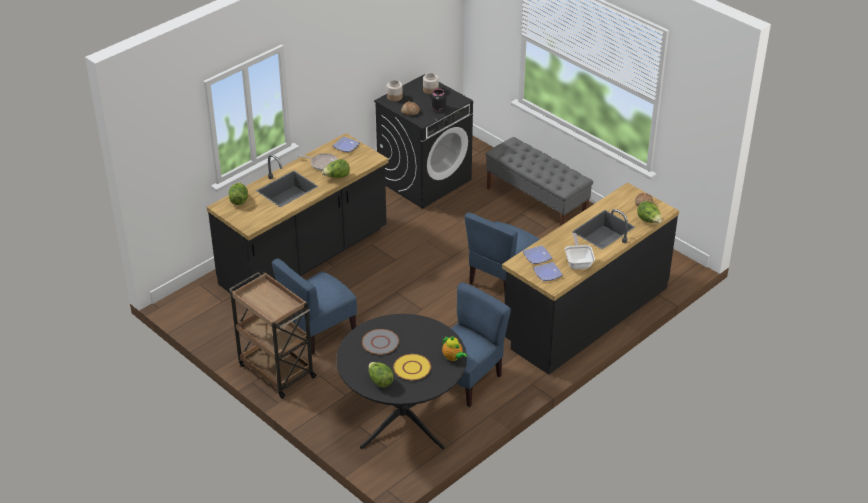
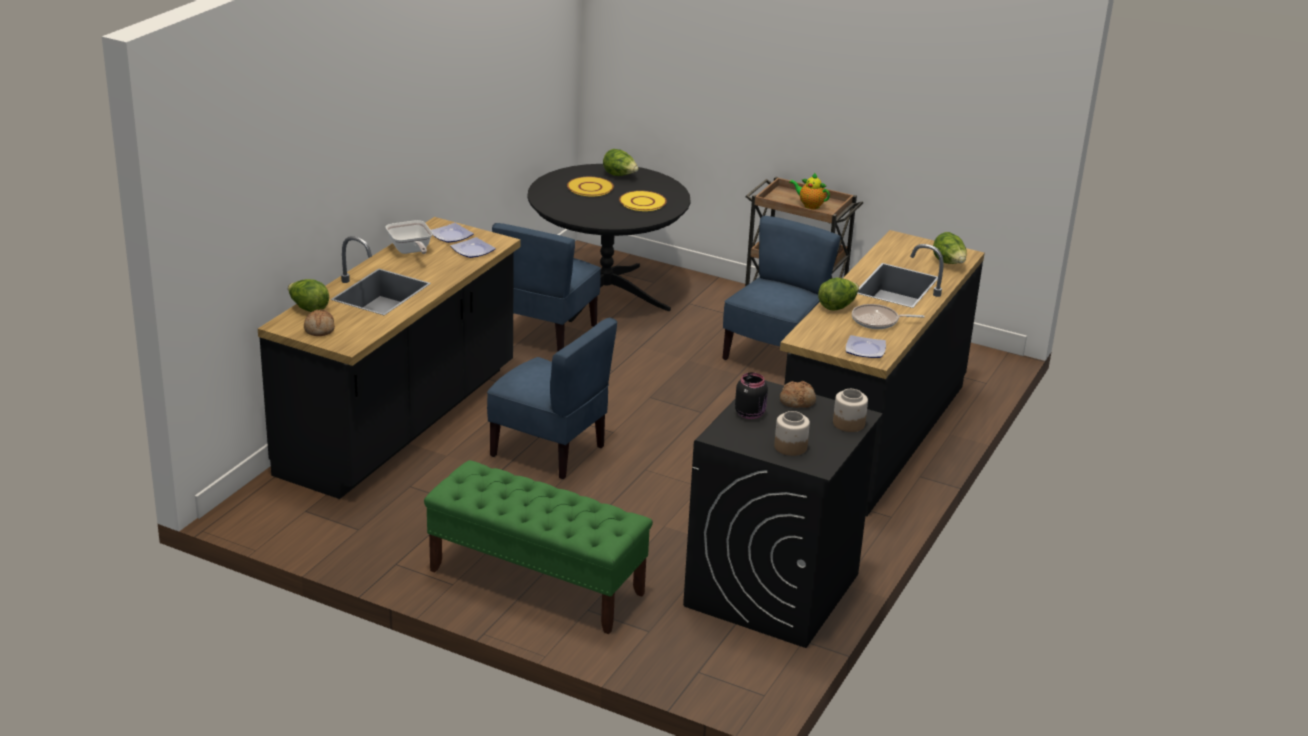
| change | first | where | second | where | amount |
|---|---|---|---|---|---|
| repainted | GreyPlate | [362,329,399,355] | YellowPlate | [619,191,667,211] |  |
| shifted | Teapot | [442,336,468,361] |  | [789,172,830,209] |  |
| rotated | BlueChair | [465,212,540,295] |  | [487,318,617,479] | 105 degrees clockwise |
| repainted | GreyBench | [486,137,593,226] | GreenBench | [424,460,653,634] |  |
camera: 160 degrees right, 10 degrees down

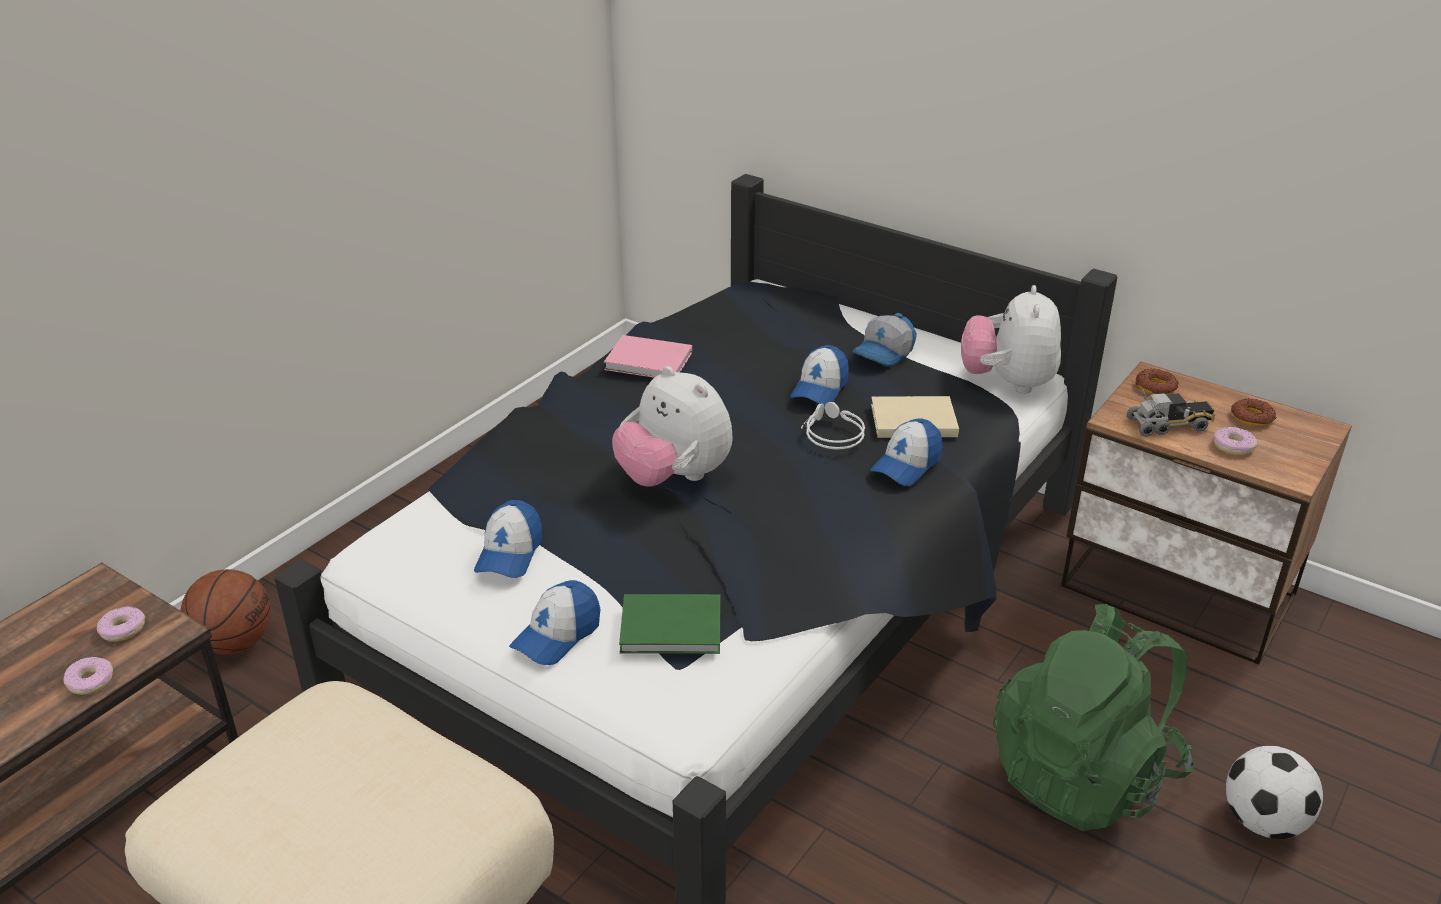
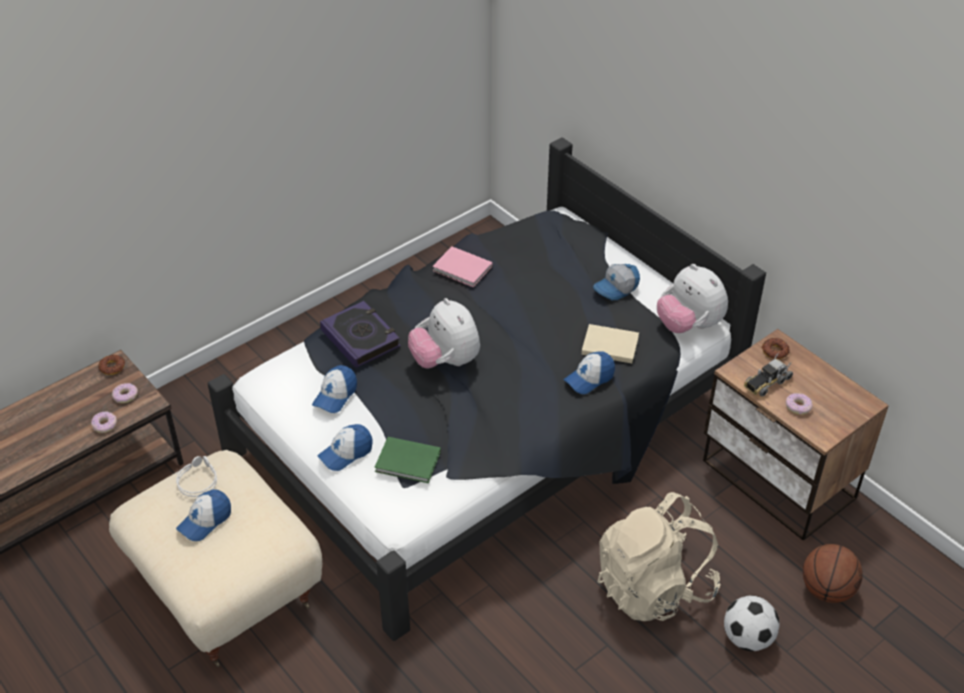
| change | first | where | second | where | amount |
|---|---|---|---|---|---|
| shifted | Basketball | [181,569,271,655] |  | [803,544,863,603] |  |
| shifted | Cap | [790,345,849,406] |  | [176,489,231,541] |  |
| shifted | GreyHeadphones | [801,402,865,450] |  | [176,456,217,497] |  |
| rotated | PlushToy | [961,285,1061,394] |  | [657,264,728,333] | 60 degrees counterclockwise |
| repainted | GreenBackpack | [994,604,1194,831] | BeigeBackpack | [598,492,721,621] |  |
| rotated | ToyTruck | [1127,390,1215,437] |  | [744,353,793,396] | 135 degrees clockwise |
| shifted | Donut | [1231,398,1277,427] |  | [98,355,125,375] |  |
| new |  |  | Book | [320,301,401,368] |  |
camera: 15 degrees right, 10 degrees up

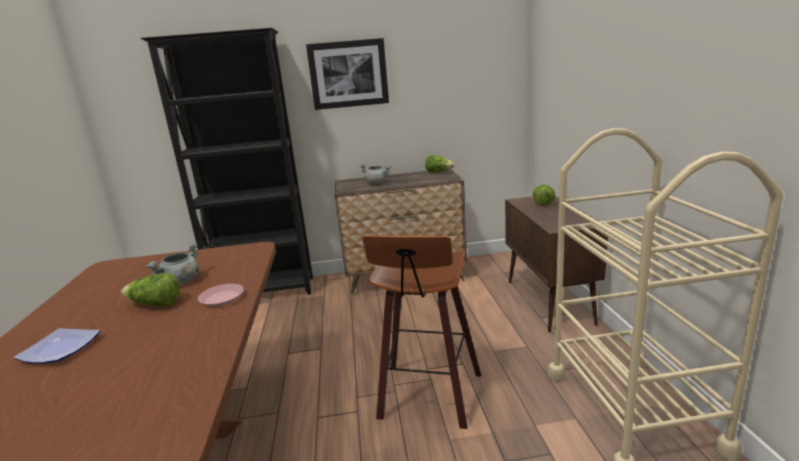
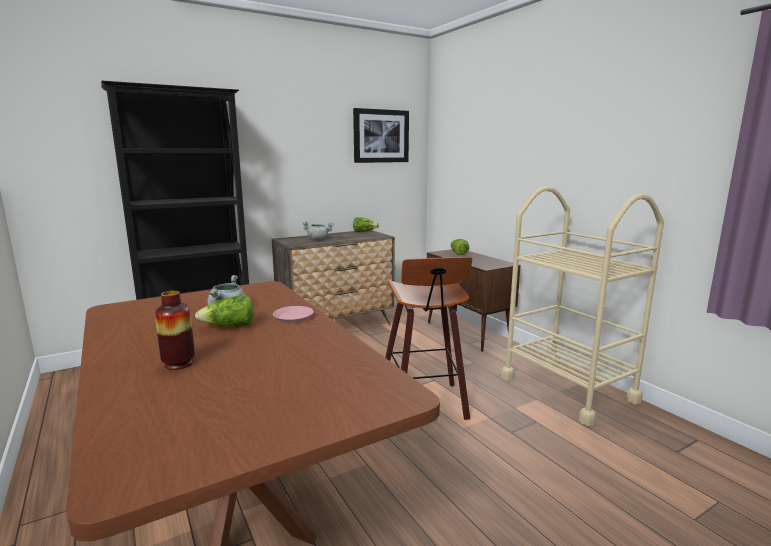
| change | first | where | second | where | amount |
|---|---|---|---|---|---|
| swapped | Plate | [13,328,100,364] | Vase | [155,291,195,370] |  |
| shifted | Picture | [306,38,389,110] |  | [353,108,409,163] |  |
camera: 25 degrees left, 5 degrees down

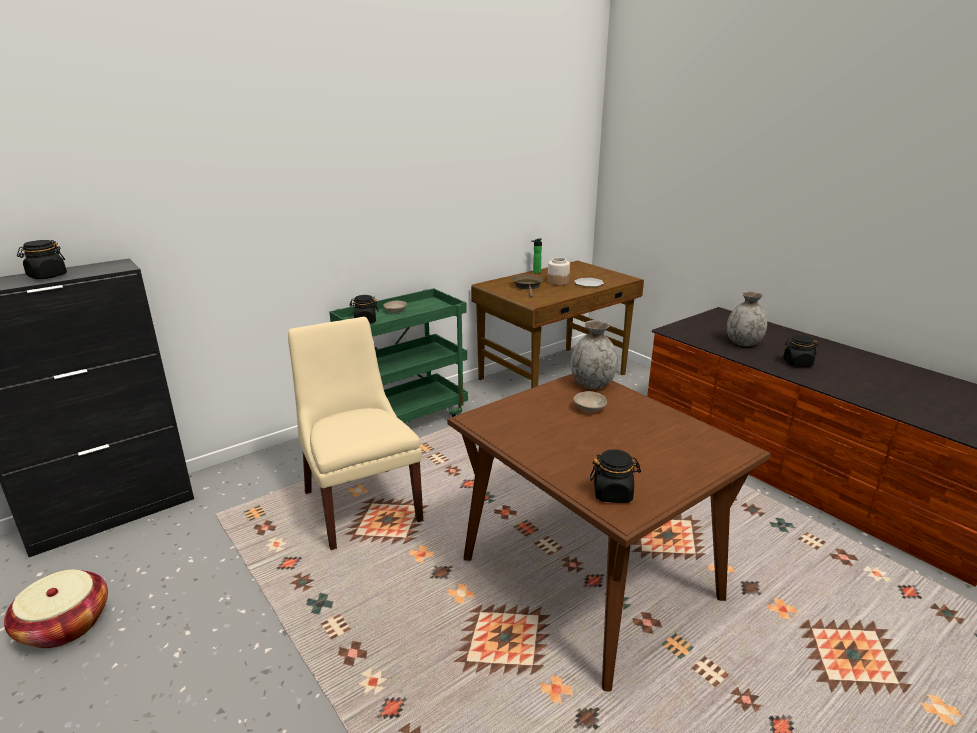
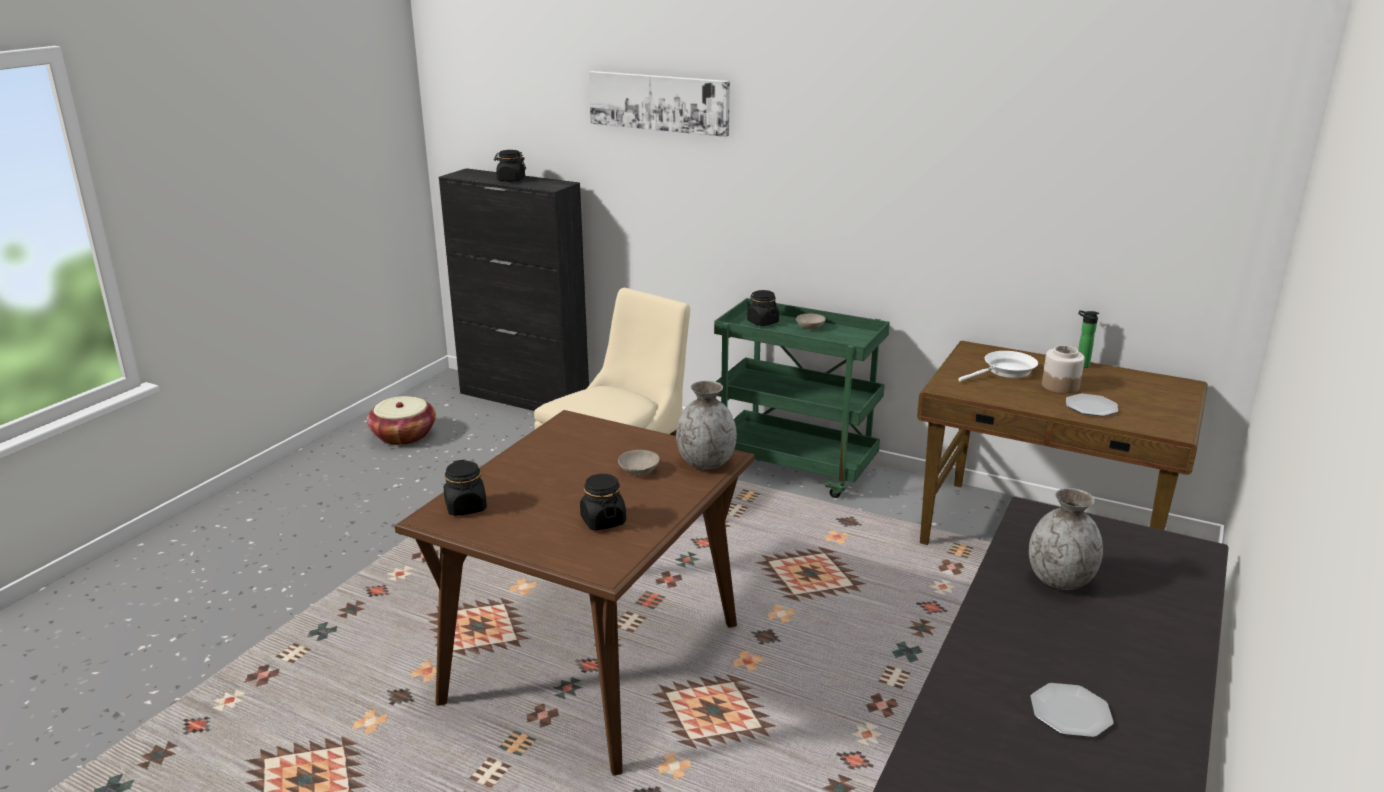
| change | first | where | second | where | amount |
|---|---|---|---|---|---|
| repainted | BrownFryingPan | [512,274,544,298] | WhiteFryingPan | [958,351,1038,381] |  |
| shifted | BlackJar | [783,335,817,367] |  | [580,474,626,531] |  |
| new |  |  | Picture | [589,71,730,137] |  |
| new |  |  | Plate | [1030,683,1114,738] |  |
camera: 65 degrees right, 0 degrees up

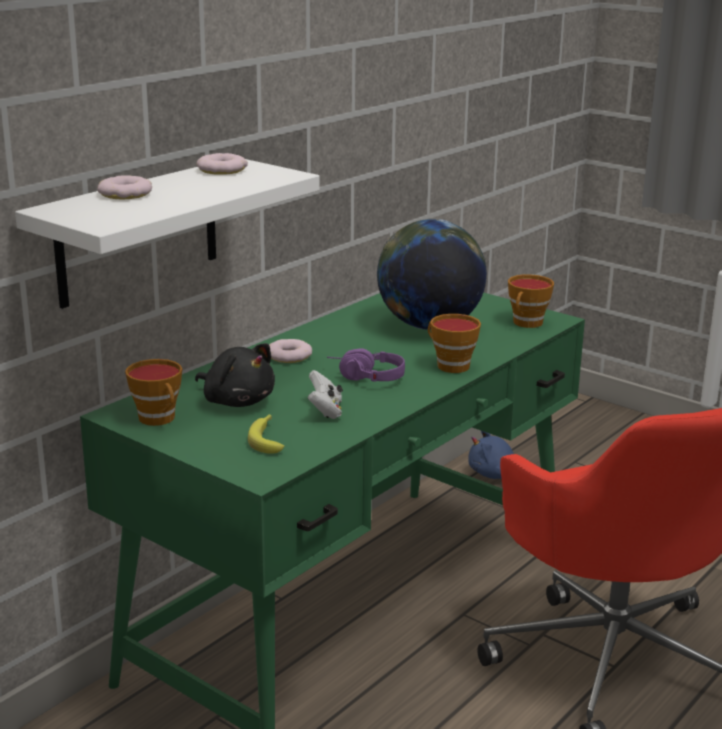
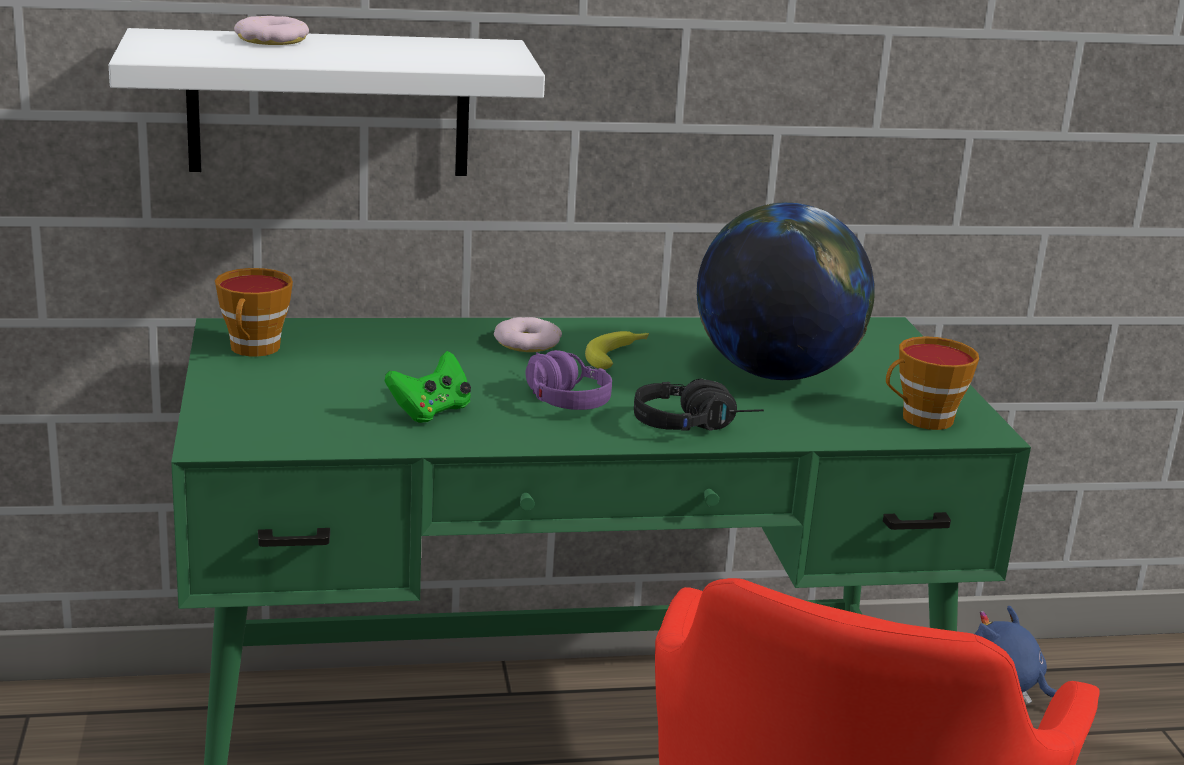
| change | first | where | second | where | amount |
|---|---|---|---|---|---|
| gone | BlackPlushToy | [195,343,275,407] |  |  |  |
| gone | Donut | [196,153,248,175] |  |  |  |
| shifted | Banana | [248,414,284,454] |  | [585,331,649,369] |  |
| repainted | WhiteGameController | [308,370,343,419] | GreenGameController | [384,351,471,423] |  |
| swapped | Cup | [428,314,481,373] | BlackHeadphones | [634,379,764,431] |  |
camera: 40 degrees right, 0 degrees up

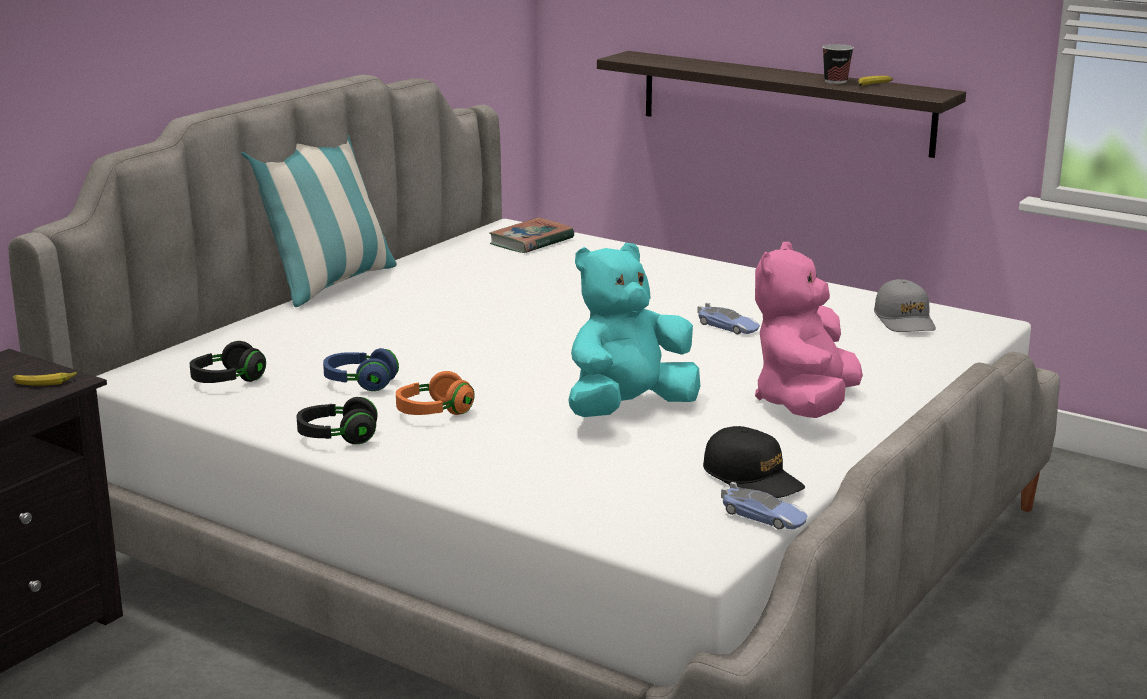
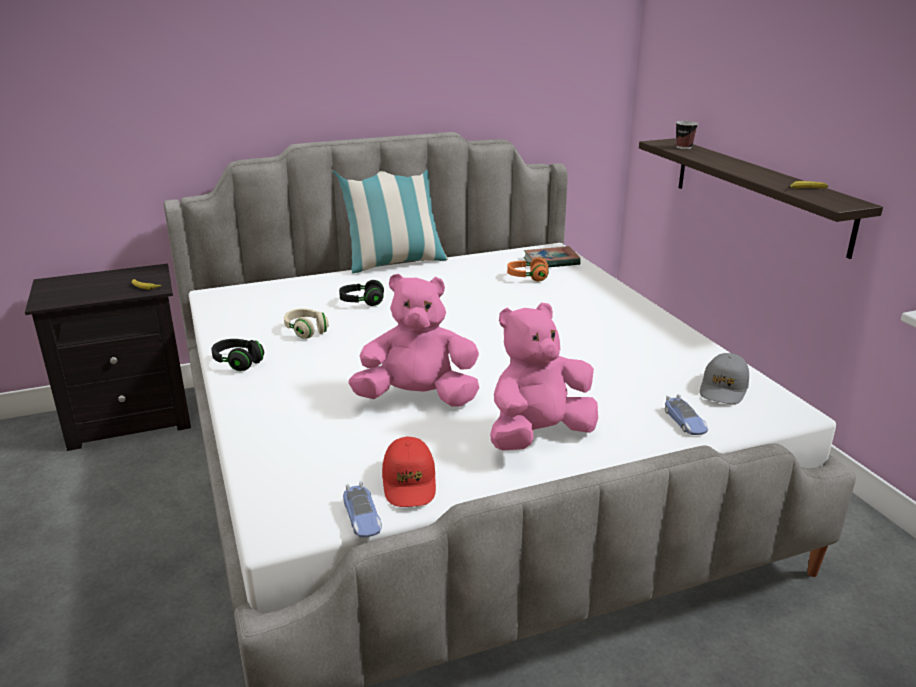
| change | first | where | second | where | amount |
|---|---|---|---|---|---|
| shifted | BlackHeadphones | [190,341,266,383] |  | [339,280,384,306] |  |
| repainted | BlueHeadphones | [323,348,399,391] | BeigeHeadphones | [284,308,329,339] |  |
| shifted | OrangeHeadphones | [396,371,474,415] |  | [507,257,548,281] |  |
| repainted | TurquoisePlushToy | [568,243,700,417] | PinkPlushToy | [349,274,479,406] |  |
| shifted | ToyCar | [697,303,760,334] |  | [665,394,708,435] |  |
| repainted | BlackCap | [703,426,805,498] | RedCap | [382,437,436,507] |  |
| shifted | Cup | [822,44,854,84] |  | [676,121,698,149] |  |
camera: 35 degrees right, 5 degrees up

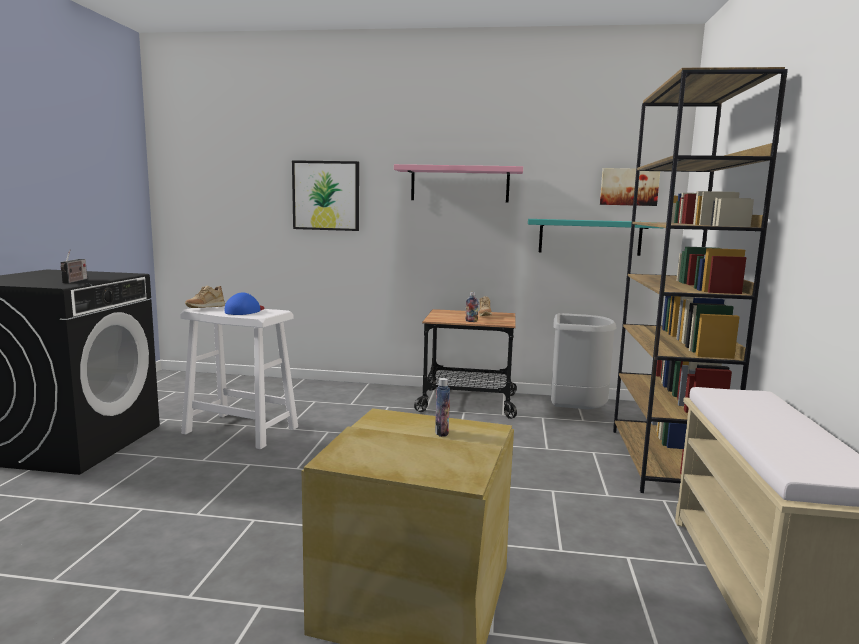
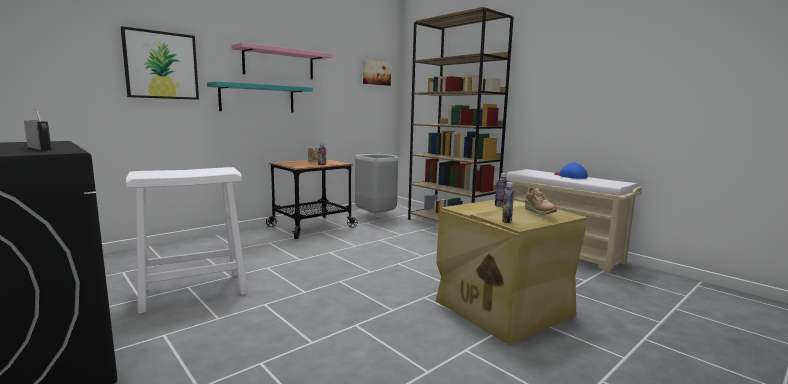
| change | first | where | second | where | amount |
|---|---|---|---|---|---|
| shifted | BeigeShoe | [185,286,225,308] |  | [525,187,557,215] |  |
| shifted | BlueCap | [225,292,265,315] |  | [554,163,587,179] |  |
| shifted | TurquoiseShelf | [528,219,661,256] |  | [207,81,313,113] |  |
| new |  |  | Bottle | [502,182,514,223] |  |
camera: 50 degrees left, 0 degrees up

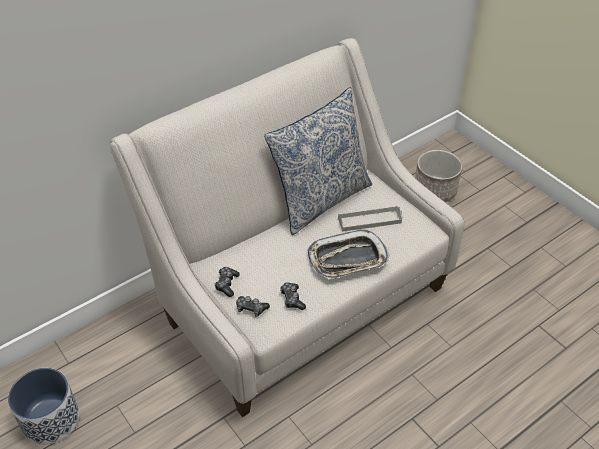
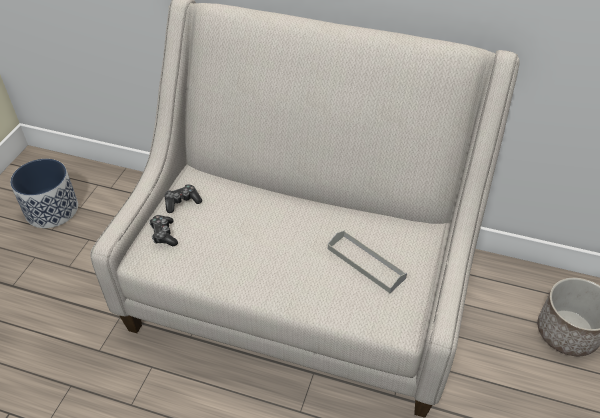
| change | first | where | second | where | amount |
|---|---|---|---|---|---|
| gone | Pillow | [264,87,372,235] |  |  |  |
| gone | GameController | [280,282,306,310] |  |  |  |
| gone | Tray | [307,229,390,279] |  |  |  |
camera: 55 degrees right, 0 degrees up

